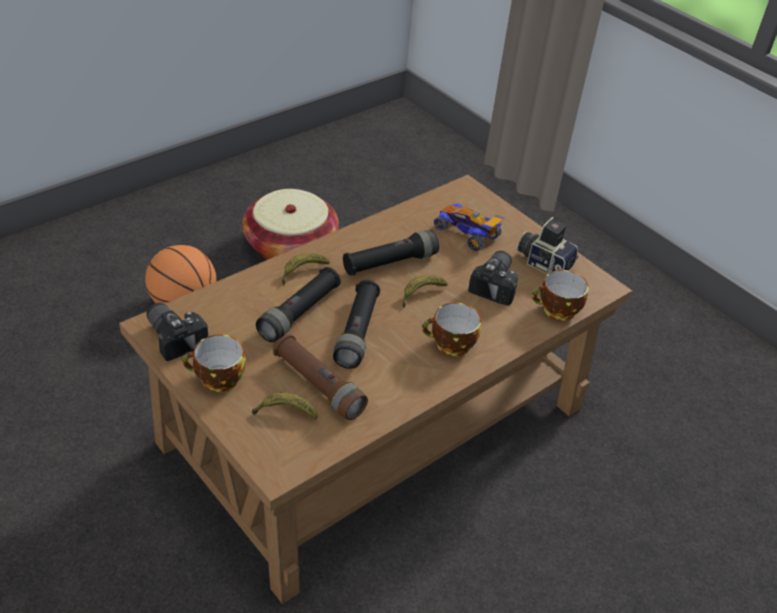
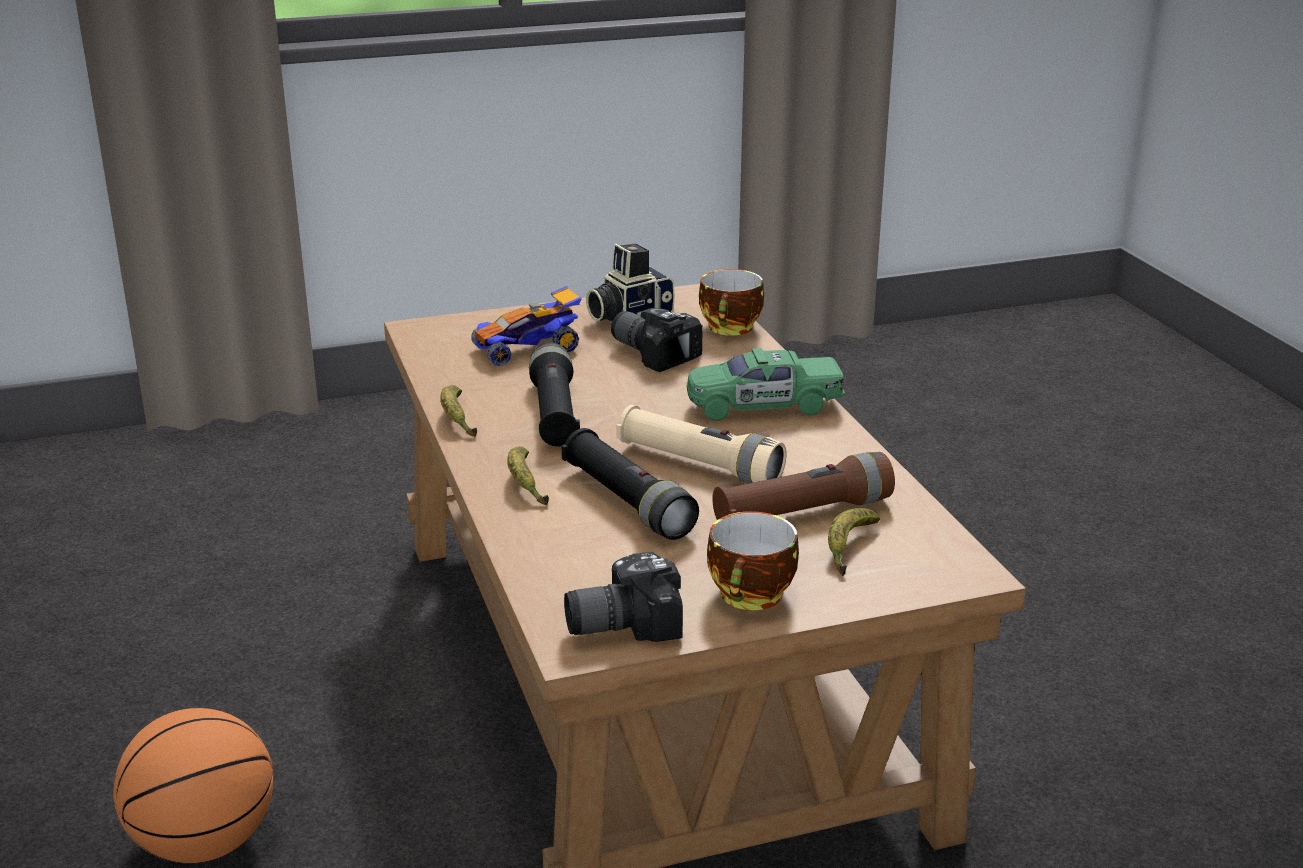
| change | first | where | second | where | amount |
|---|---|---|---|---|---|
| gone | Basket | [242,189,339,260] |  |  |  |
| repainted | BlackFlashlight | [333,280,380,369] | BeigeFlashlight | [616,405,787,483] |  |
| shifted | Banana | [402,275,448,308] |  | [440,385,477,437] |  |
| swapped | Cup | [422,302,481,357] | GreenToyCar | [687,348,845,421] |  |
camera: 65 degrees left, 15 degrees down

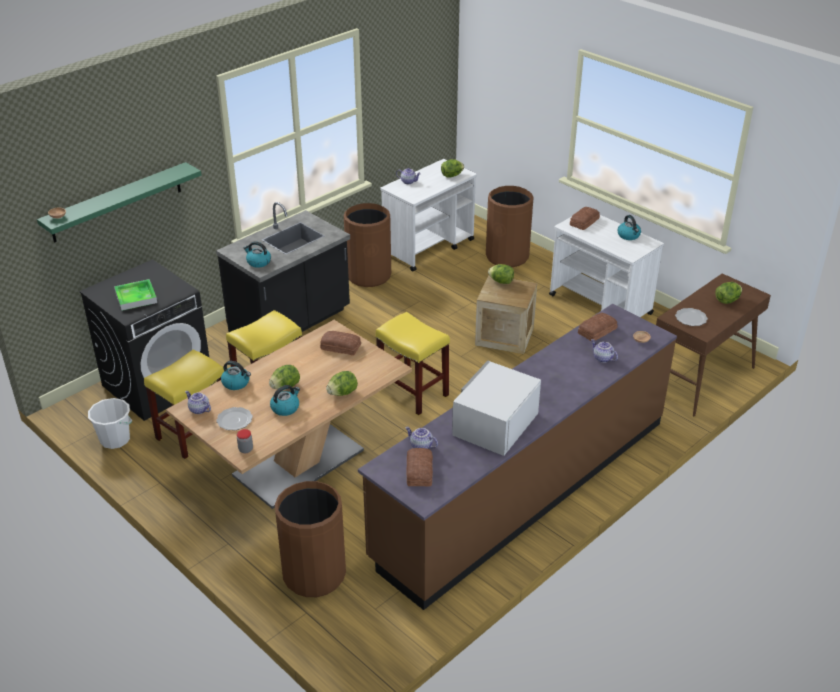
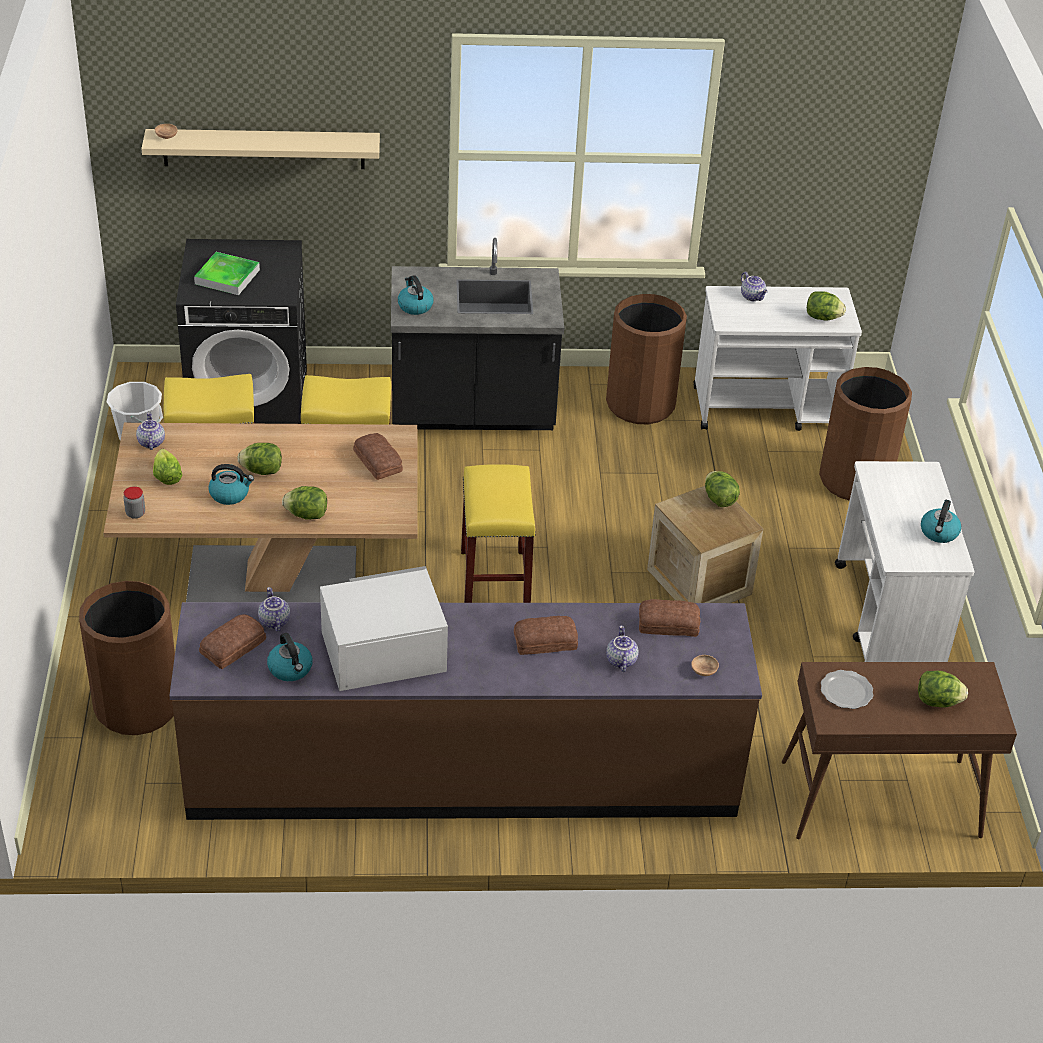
| change | first | where | second | where | amount |
|---|---|---|---|---|---|
| repainted | GreenShelf | [37,162,202,243] | BeigeShelf | [141,129,380,169] |  |
| swapped | Plate | [216,407,253,430] | Lettuce | [153,449,182,485] |  |
| shifted | Kettle | [221,361,251,390] |  | [267,633,313,681] |  |
| shifted | Bread | [570,207,600,230] |  | [514,616,578,655] |  |
camera: 40 degrees right, 5 degrees up

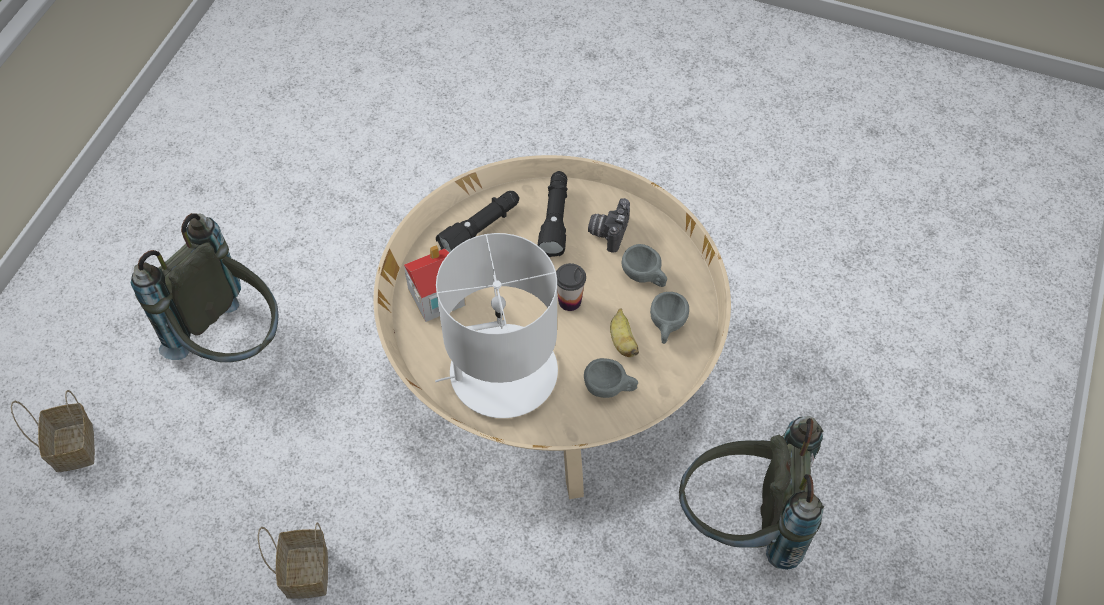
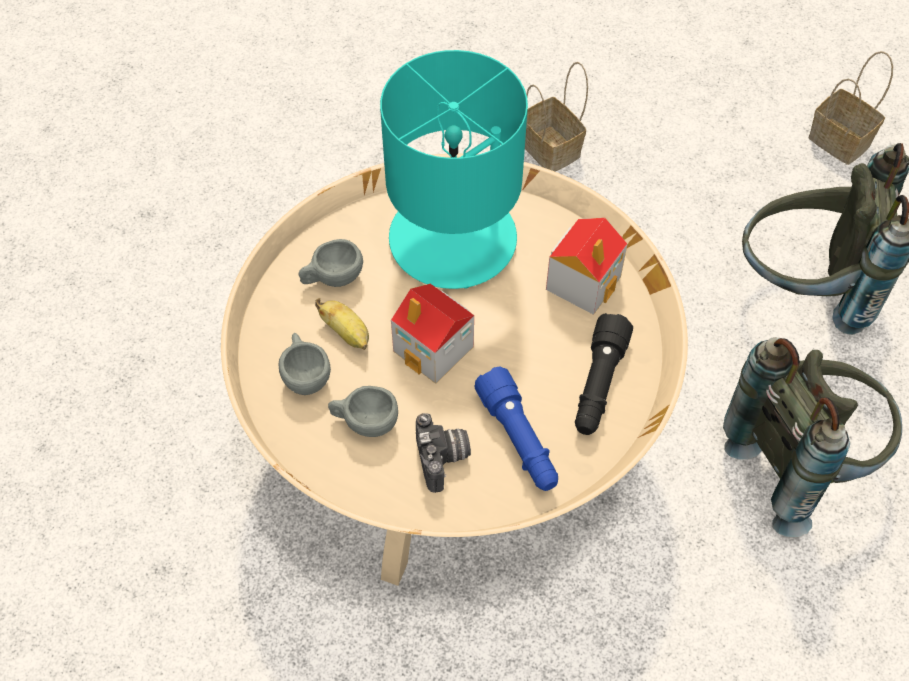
| change | first | where | second | where | amount |
|---|---|---|---|---|---|
| repainted | WhiteTableLamp | [435,233,558,418] | TurquoiseTableLamp | [380,50,528,289] |  |
| repainted | BlackFlashlight | [538,171,567,257] | BlueFlashlight | [474,367,558,491] |  |
| swapped | Cup | [556,263,586,311] | ToyHouse | [391,284,474,384] |  |
| shifted | GreyBackpack | [679,416,824,570] |  | [723,337,902,537] |  |
camera: 150 degrees right, 0 degrees up

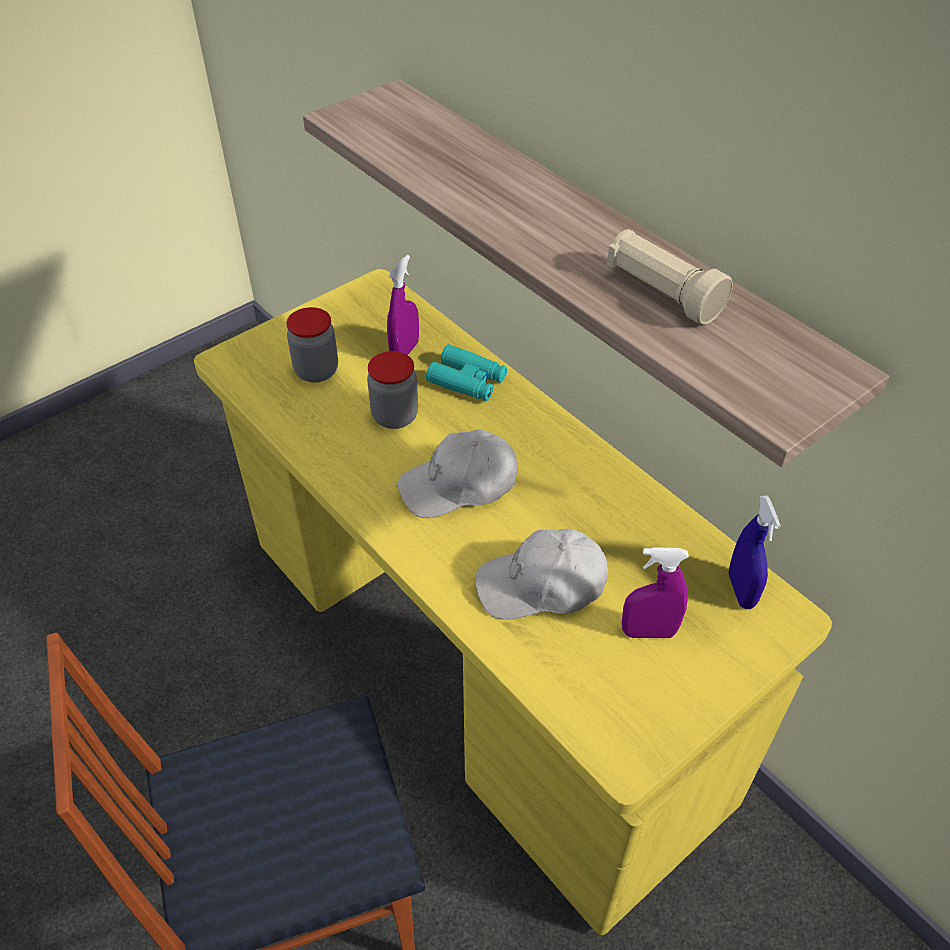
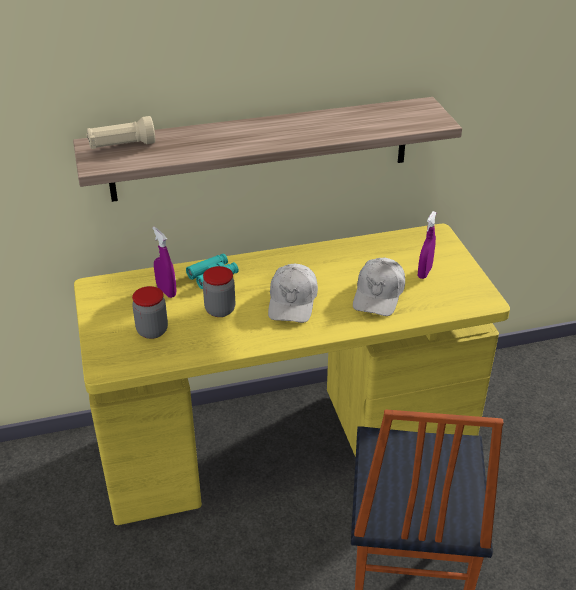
| change | first | where | second | where | amount |
|---|---|---|---|---|---|
| shifted | BeigeFlashlight | [607,229,733,325] |  | [86,116,155,149] |  |
| gone | BlueSprayBottle | [729,496,781,609] |  |  |  |
camera: 65 degrees left, 10 degrees down

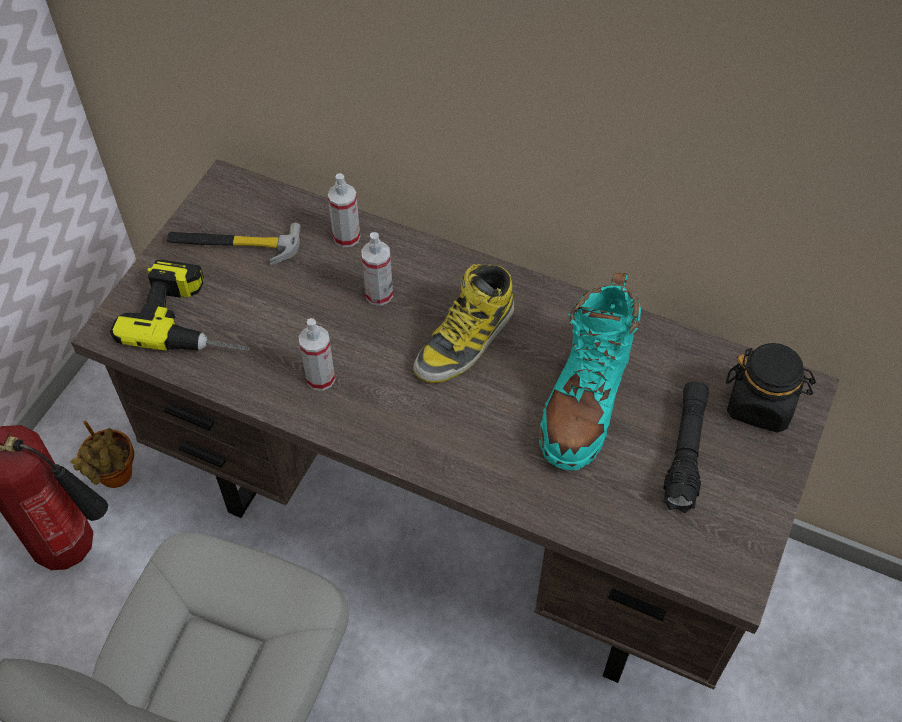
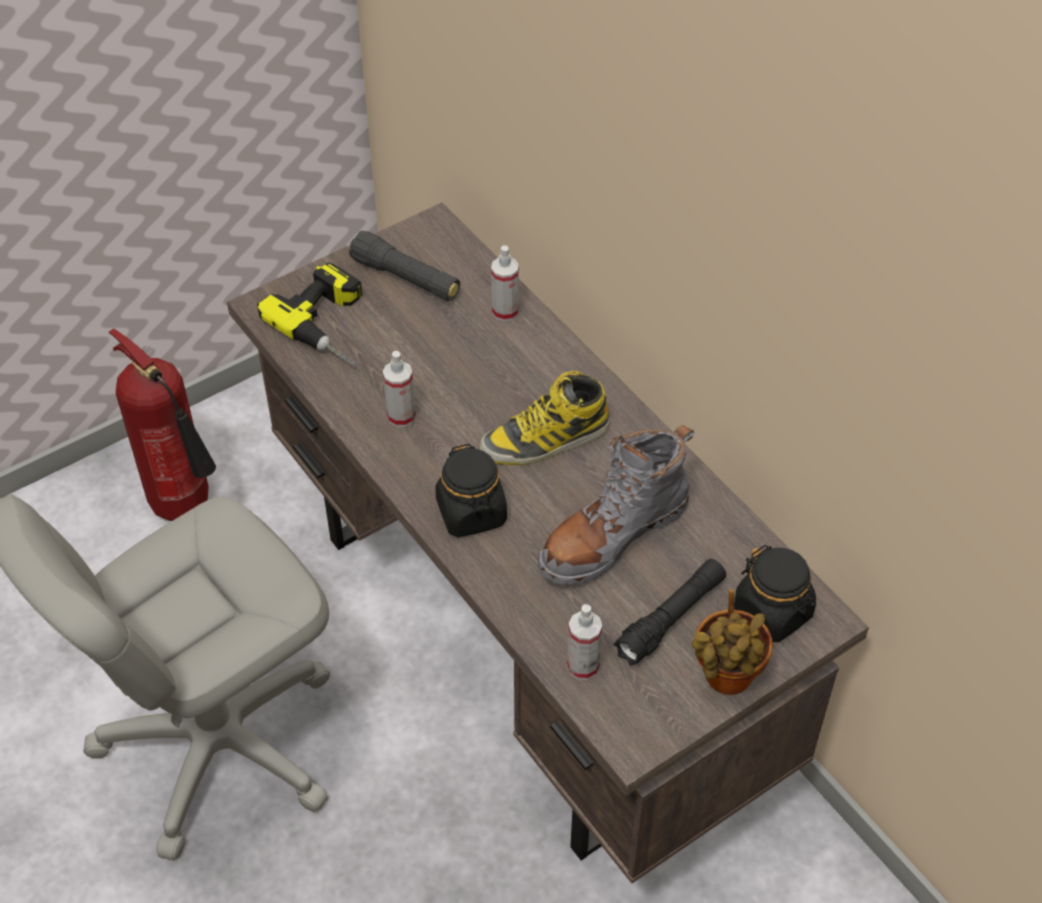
| change | first | where | second | where | amount |
|---|---|---|---|---|---|
| shifted | PottedPlant | [70,420,134,488] |  | [692,589,773,695] |  |
| swapped | Hammer | [166,222,301,266] | BlackFlashlight | [349,231,460,301] |  |
| shifted | SprayBottle | [361,232,393,306] |  | [567,604,602,680] |  |
| repainted | TurquoiseBoot | [539,273,641,470] | GreyBoot | [538,425,695,585] |  |
| new |  |  | BlackJar | [435,444,507,537] |  |
camera: 30 degrees right, 5 degrees down

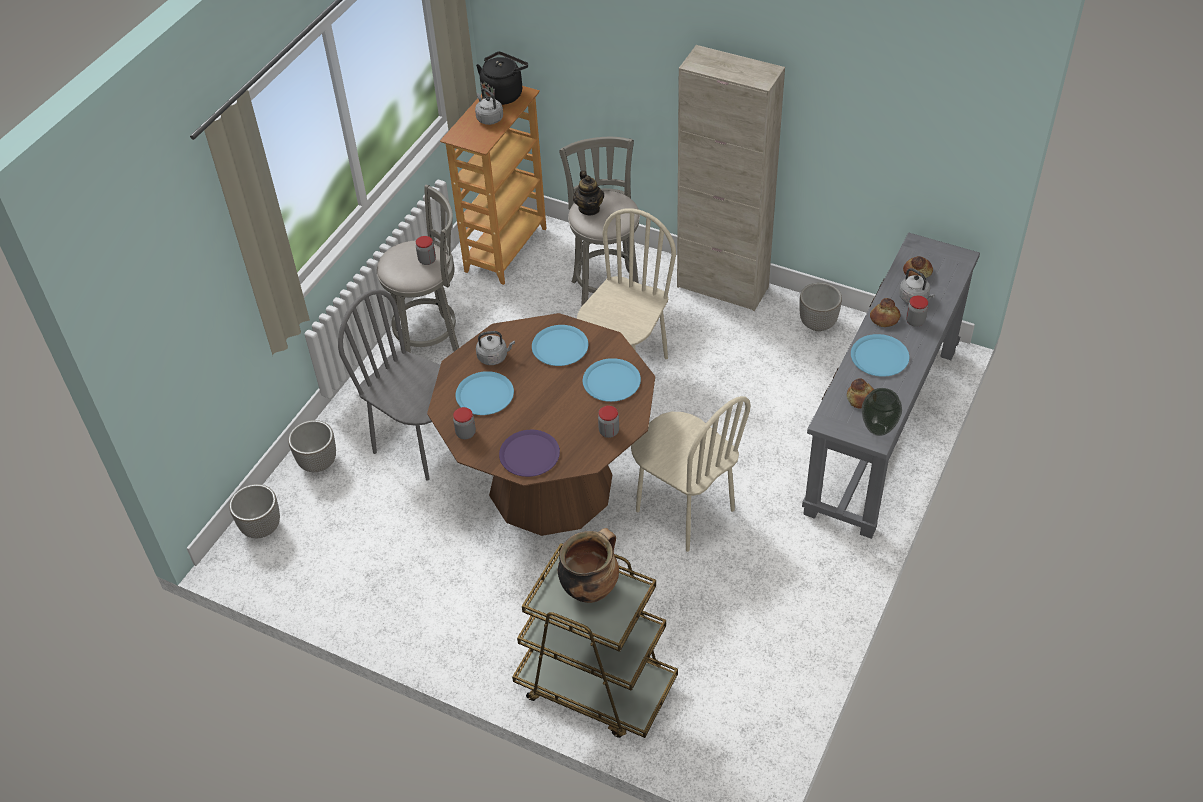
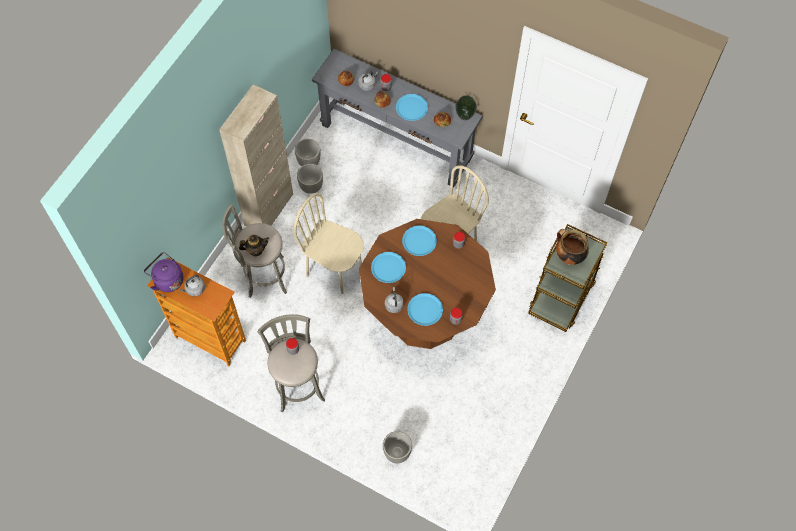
| change | first | where | second | where | amount |
|---|---|---|---|---|---|
| shifted | Planter | [229,484,280,538] |  | [297,164,323,194] |  |
| gone | GreyChair | [338,289,440,481] |  |  |  |
| repainted | BlackKettle | [476,52,528,105] | PurpleKettle | [144,252,184,292] |  |
| gone | PurplePlate | [499,430,560,477] |  |  |  |
camera: 90 degrees left, 15 degrees up

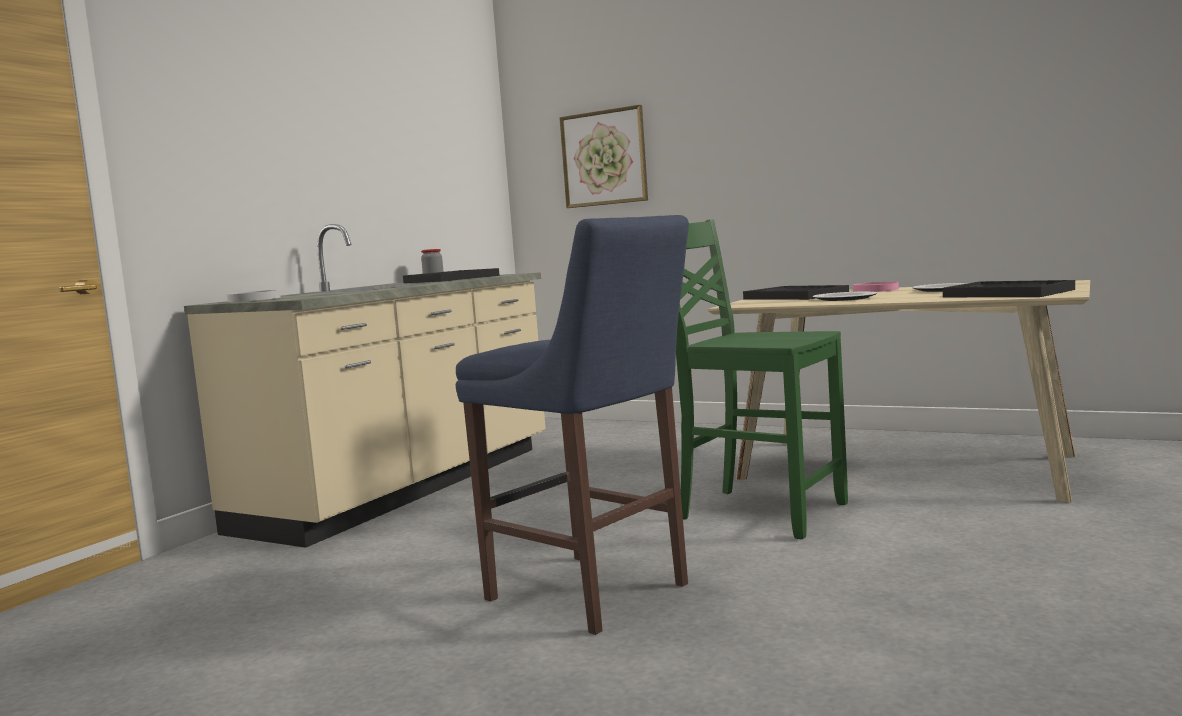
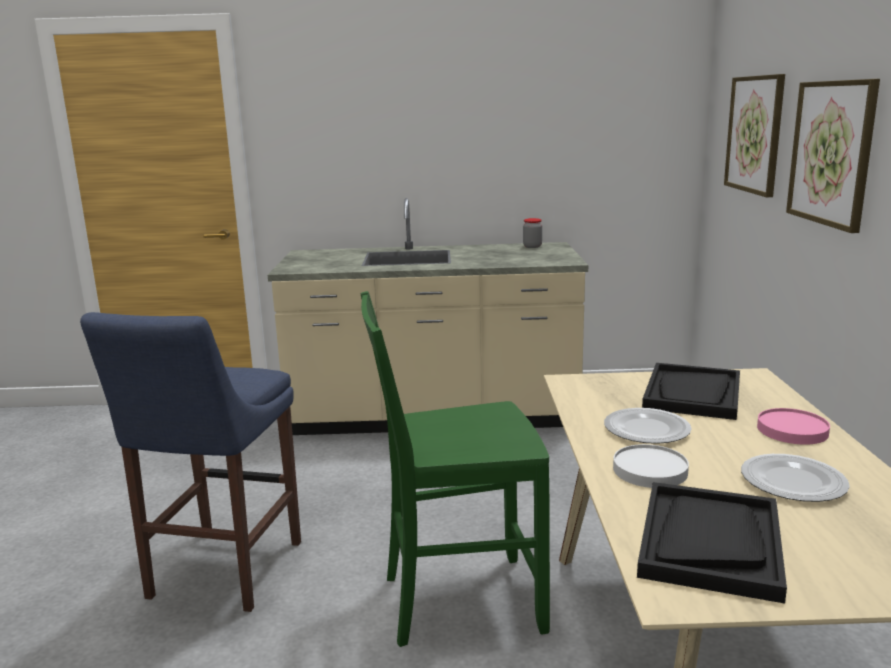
| change | first | where | second | where | amount |
|---|---|---|---|---|---|
| shifted | WhitePlate | [227,290,281,302] |  | [613,444,689,488] |  |
| gone | BlackTray | [403,268,500,283] |  |  |  |
| rotated | GreenChair | [676,219,848,539] |  | [361,291,550,647] | 105 degrees counterclockwise |
| new |  |  | Picture | [786,79,880,233] |  |
camera: 60 degrees right, 10 degrees up

